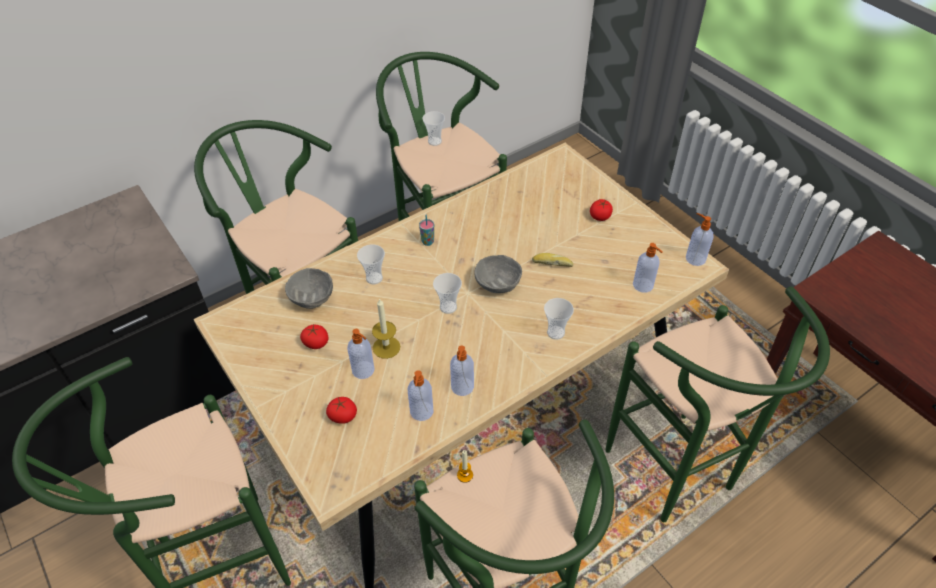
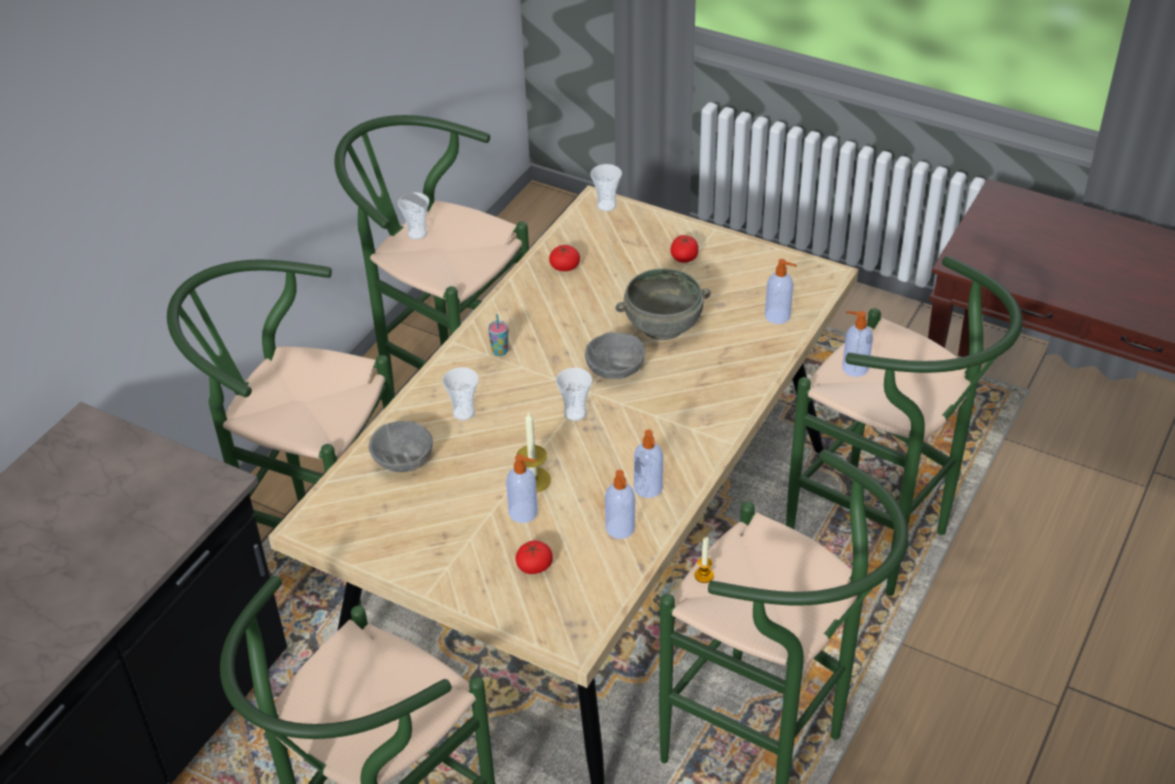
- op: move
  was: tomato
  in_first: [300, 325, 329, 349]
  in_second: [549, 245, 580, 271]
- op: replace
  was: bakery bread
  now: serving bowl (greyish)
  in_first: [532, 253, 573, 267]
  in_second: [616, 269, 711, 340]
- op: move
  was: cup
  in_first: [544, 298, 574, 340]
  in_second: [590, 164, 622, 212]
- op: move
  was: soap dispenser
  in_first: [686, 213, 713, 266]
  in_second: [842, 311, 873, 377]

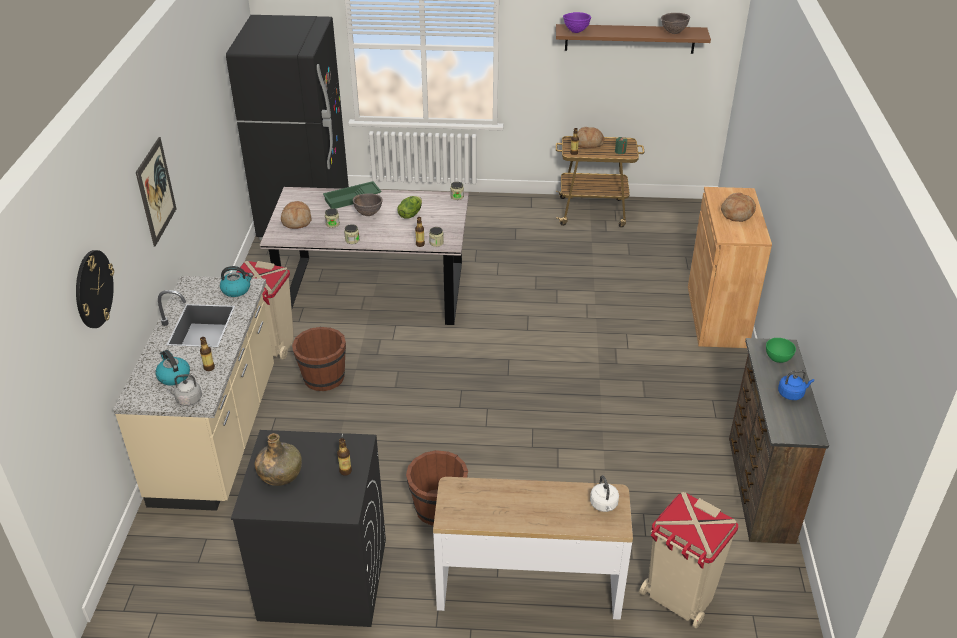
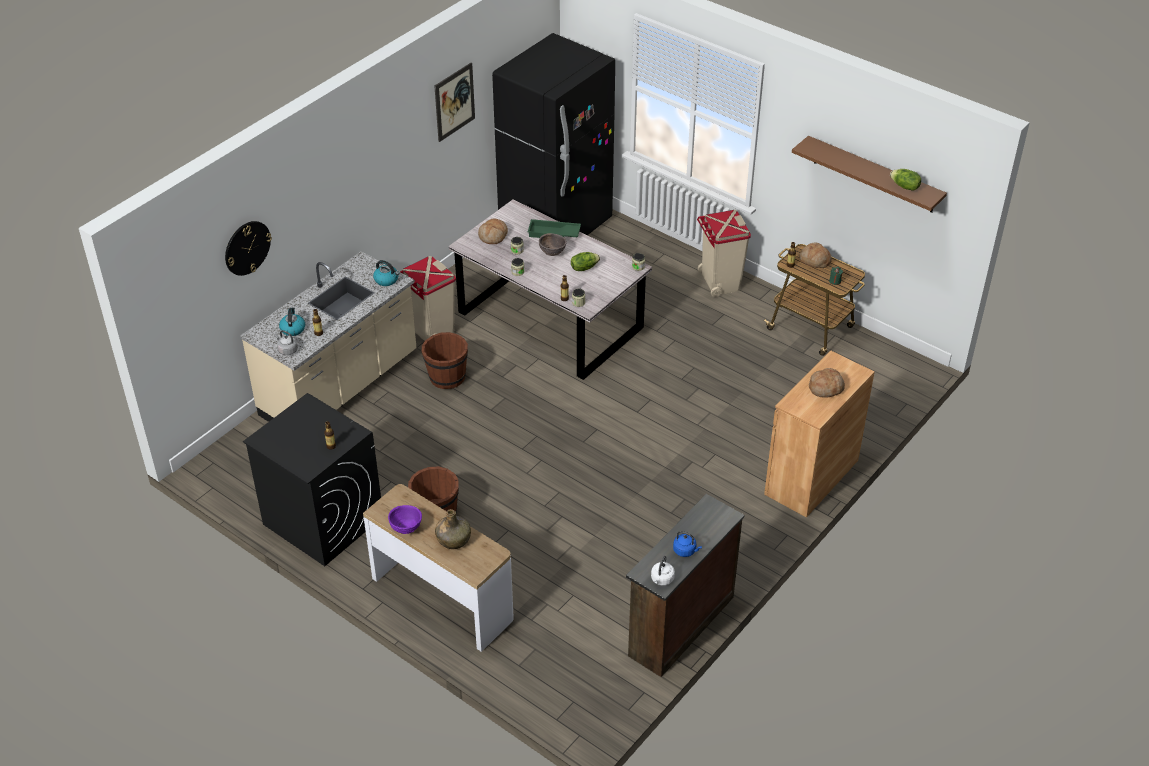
- op: move
  was: picture
  in_first: [136, 137, 177, 246]
  in_second: [434, 62, 475, 142]
- op: move
  was: beverage bottle (greenish)
  in_first: [255, 433, 302, 486]
  in_second: [435, 509, 471, 549]
- op: move
  was: serving bowl (purple-coloured)
  in_first: [563, 12, 591, 33]
  in_second: [388, 505, 422, 534]
- op: move
  was: tea kettle (whitish)
  in_first: [590, 475, 619, 512]
  in_second: [651, 556, 675, 586]
- op: move
  was: waste bin (sand-coloured)
  in_first: [639, 492, 738, 628]
  in_second: [697, 210, 751, 297]
- op: replace
  was: serving bowl (brown-coloured)
  now: lettuce
  in_first: [661, 13, 690, 34]
  in_second: [890, 169, 921, 191]
- op: delete
  was: serving bowl (greenish)
  in_first: [766, 338, 796, 363]

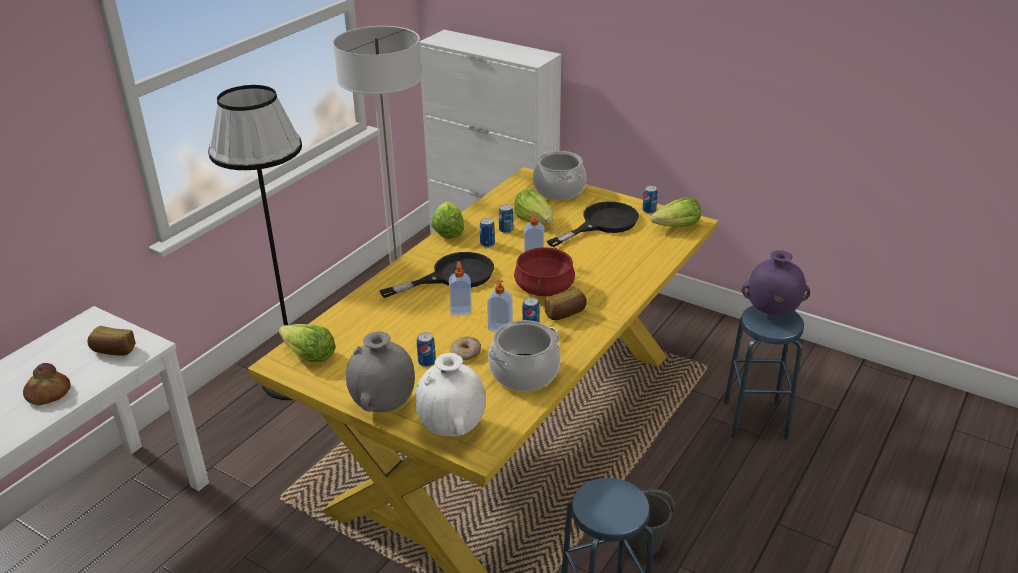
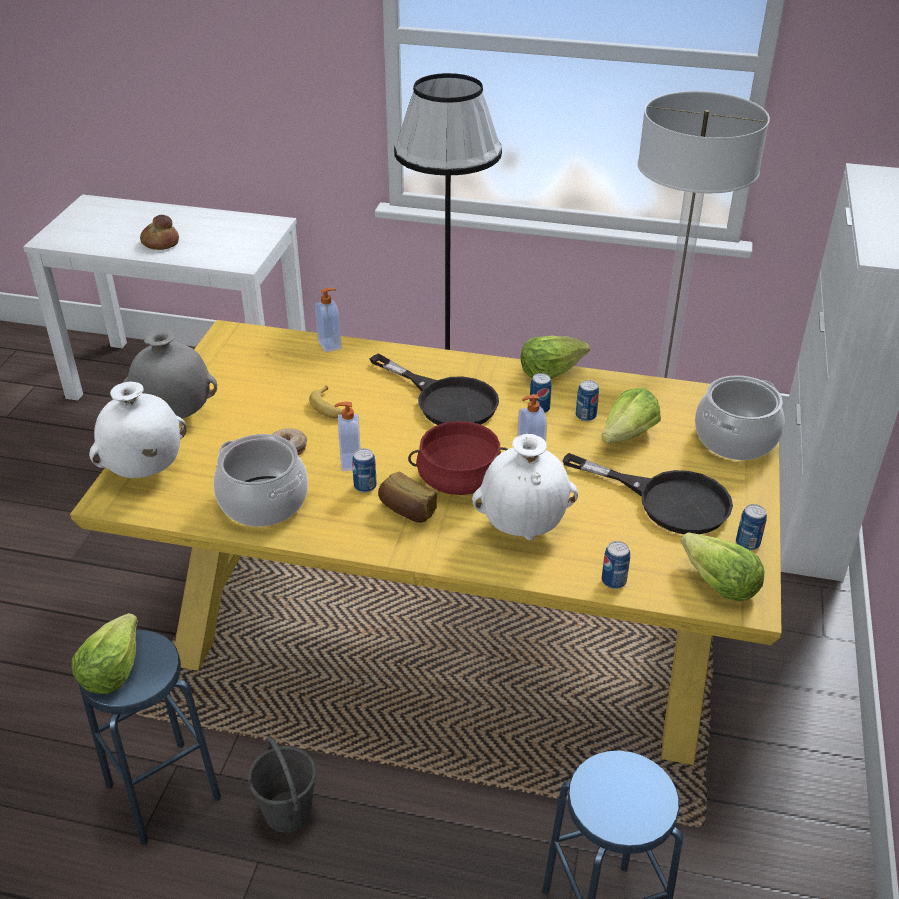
- op: delete
  was: bakery bread
  in_first: [87, 326, 136, 356]
- op: move
  was: lettuce
  in_first: [279, 324, 336, 362]
  in_second: [72, 613, 138, 694]
- op: move
  was: can
  in_first: [417, 332, 436, 367]
  in_second: [602, 541, 630, 589]
- op: move
  was: soap dispenser
  in_first: [449, 261, 472, 315]
  in_second: [315, 288, 342, 352]
- op: delete
  was: vase (purple-coloured)
  in_first: [742, 250, 810, 315]
- op: insert
  now: whole banana
  in_second: [309, 386, 342, 419]
- op: insert
  now: vase (whitish)
  in_second: [472, 434, 578, 540]

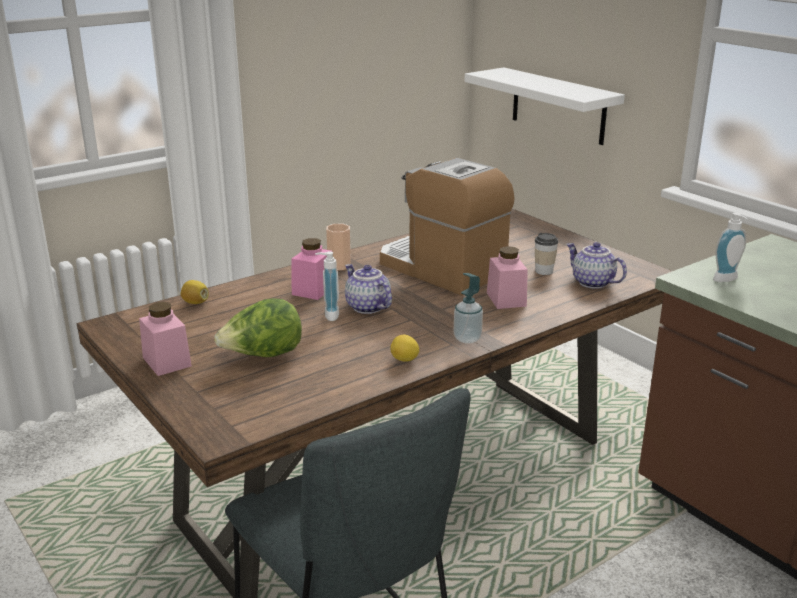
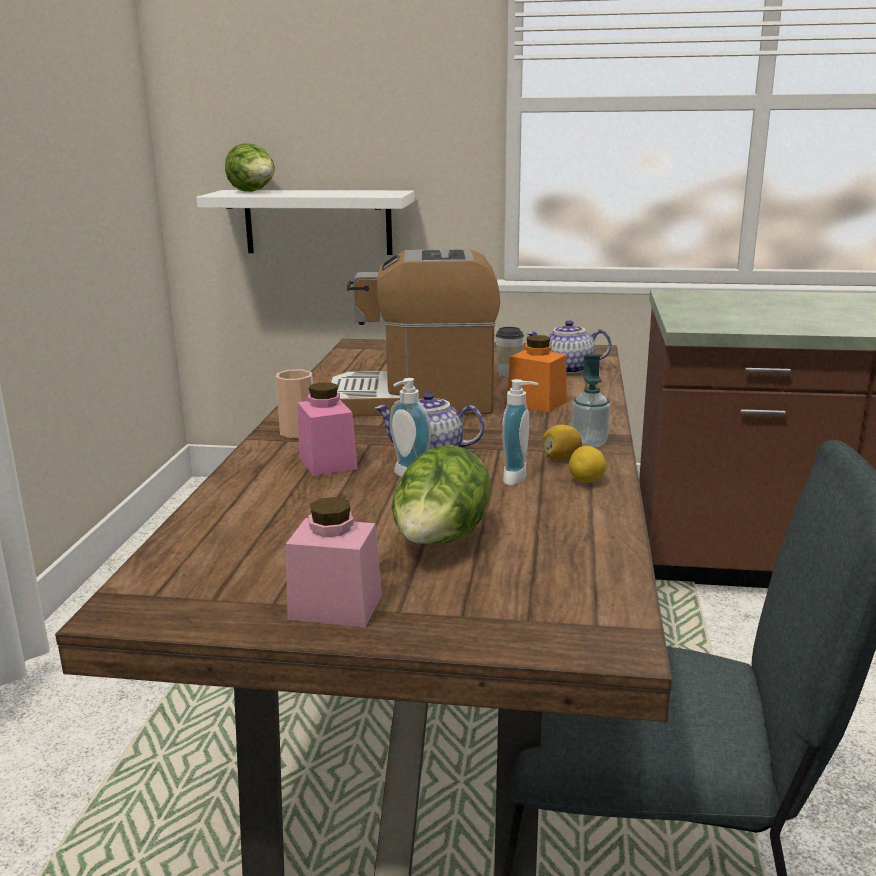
- op: move
  was: citrus fruit
  in_first: [181, 280, 208, 304]
  in_second: [543, 425, 582, 460]
- op: recolor
  was: jar (pinkish)
  now: jar (orange)
  in_first: [487, 246, 528, 309]
  in_second: [508, 335, 567, 413]
- op: move
  was: soap dispenser
  in_first: [713, 213, 748, 282]
  in_second: [502, 379, 538, 486]
- op: insert
  now: lettuce
  in_second: [225, 143, 275, 192]

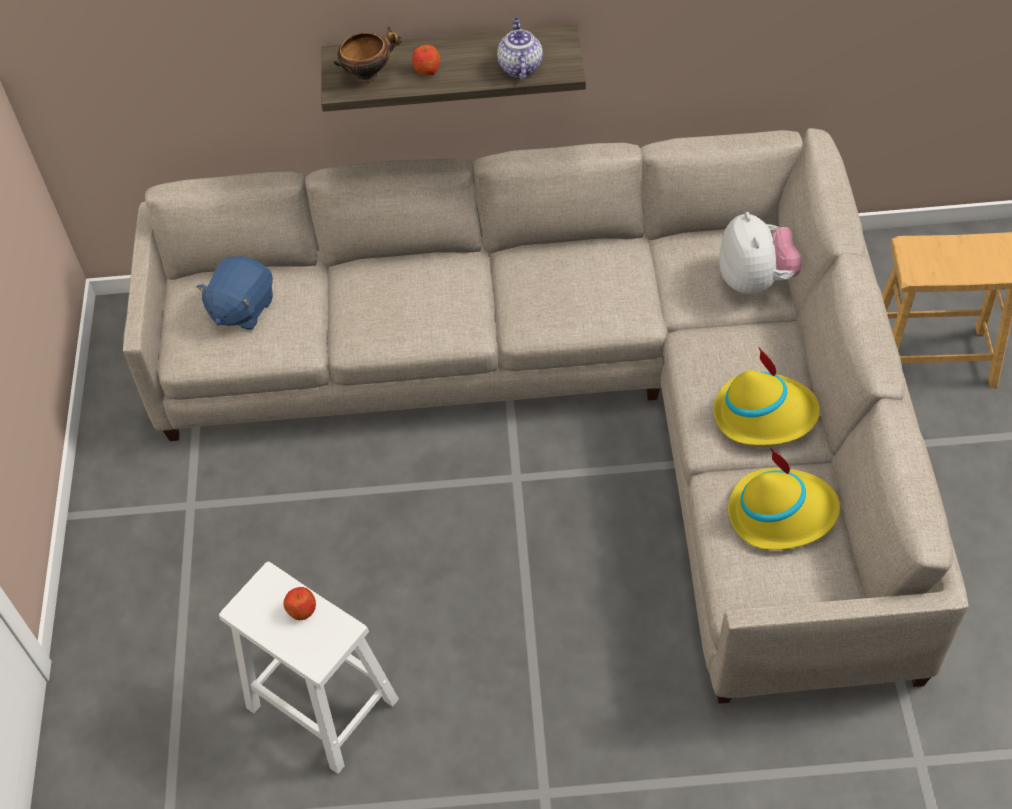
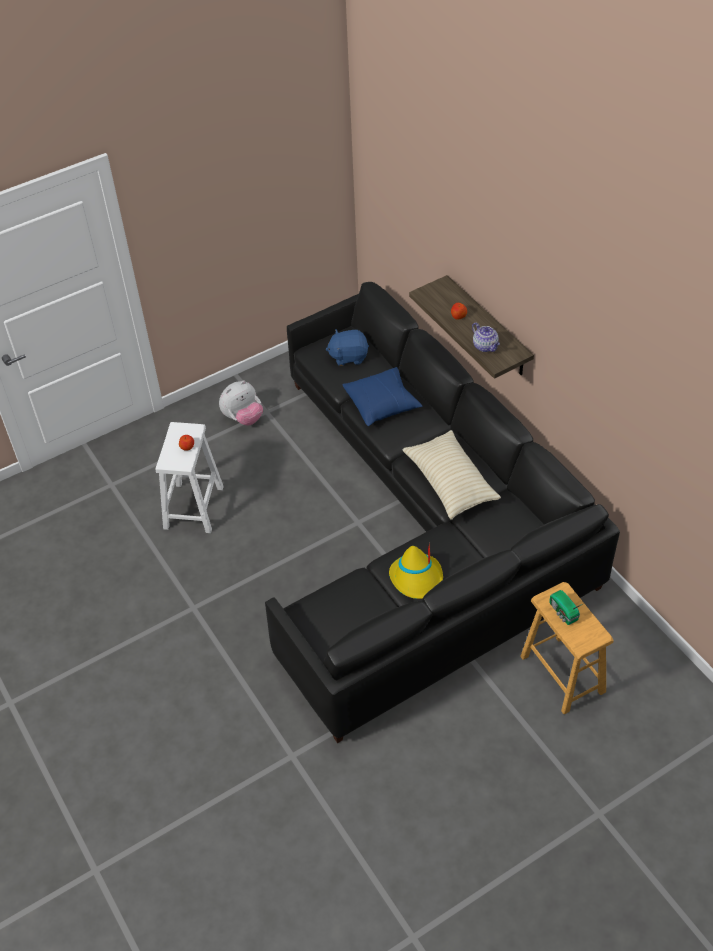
- op: recolor
  was: settee (sand-coloured)
  now: settee (blackish)
  in_first: [123, 128, 969, 704]
  in_second: [265, 282, 620, 743]
- op: delete
  was: serving bowl
  in_first: [334, 27, 402, 83]
- op: rotate
  was: tea pot
  in_first: [497, 18, 543, 80]
  in_second: [472, 322, 500, 352]
  clockwise: 90
- op: move
  was: cuddly toy
  in_first: [719, 212, 802, 294]
  in_second: [219, 380, 263, 425]
- op: delete
  was: wearable hat (yellow)
  in_first: [728, 447, 840, 550]
- op: insert
  now: throw pillow (blue-coloured)
  in_second: [343, 367, 422, 426]
- op: insert
  now: throw pillow (sand-coloured)
  in_second: [403, 430, 501, 520]
- op: insert
  now: radio set
  in_second: [549, 590, 583, 625]

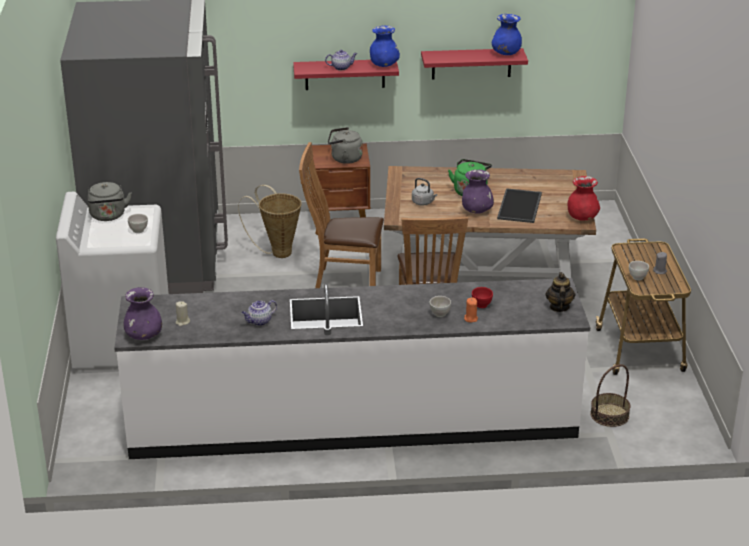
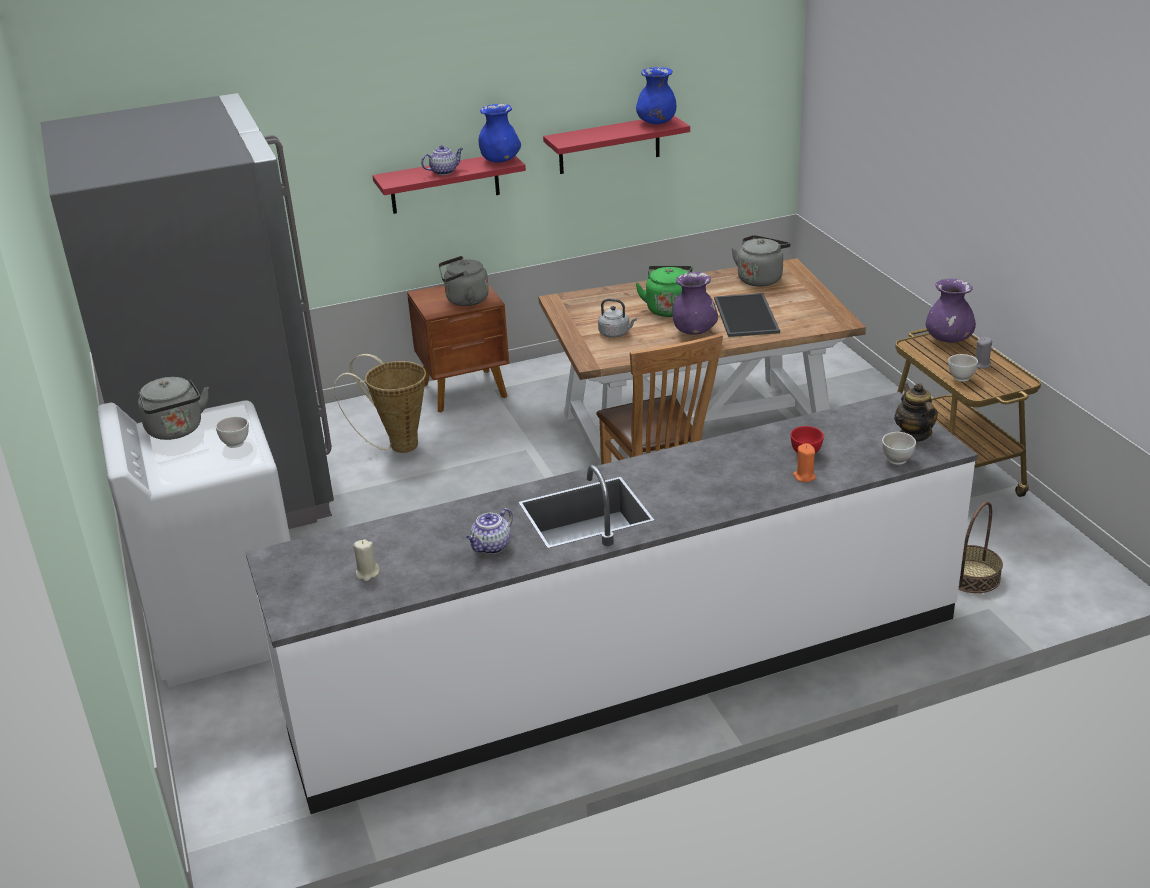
- op: move
  was: vase (purple-coloured)
  in_first: [124, 287, 162, 340]
  in_second: [926, 279, 976, 343]
- op: delete
  was: upright chair (brown-coloured)
  in_first: [299, 142, 384, 288]
- op: move
  was: serving bowl (whitish)
  in_first: [430, 296, 451, 317]
  in_second: [882, 432, 916, 465]
- op: delete
  was: vase (red-coloured)
  in_first: [568, 176, 600, 221]
- op: insert
  now: tea kettle (greyish)
  in_second: [731, 235, 791, 286]

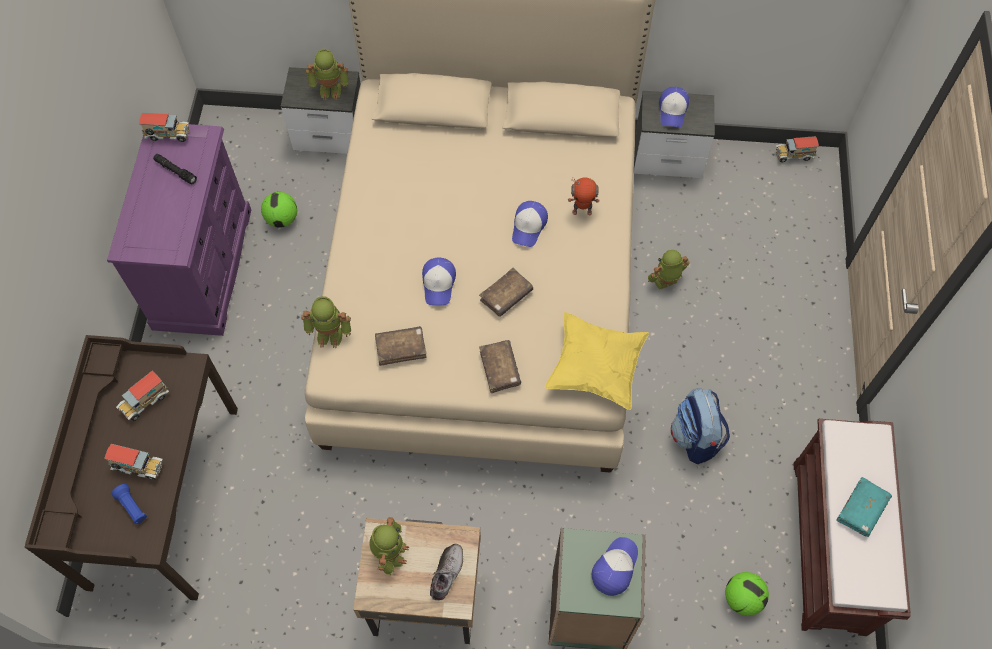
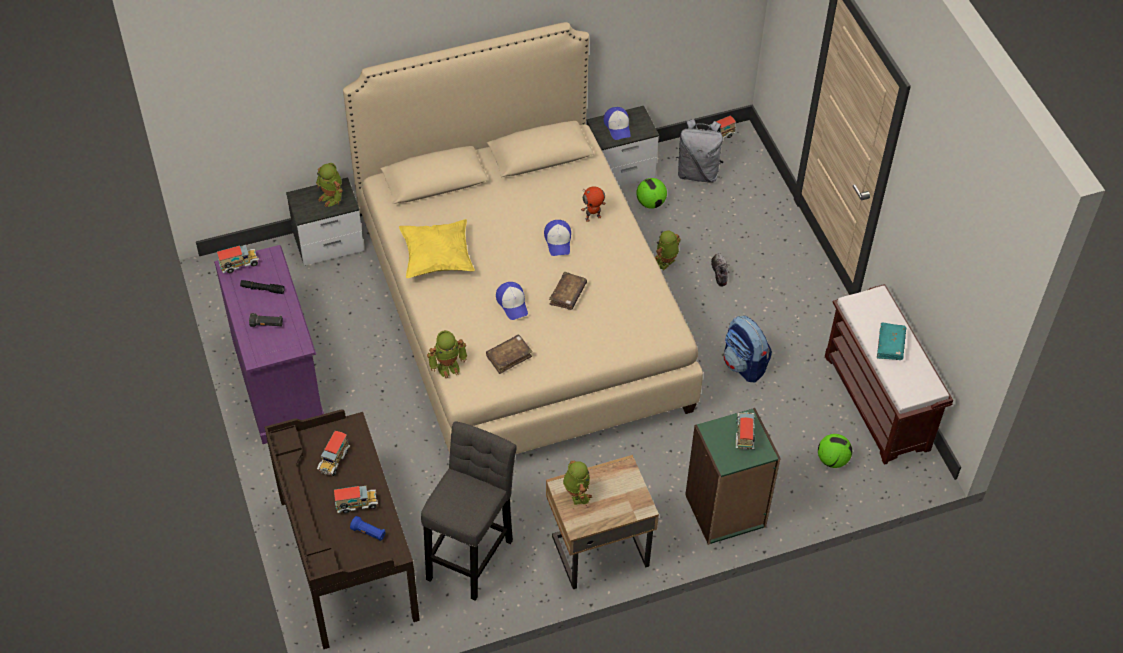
- op: move
  was: ball for football
  in_first: [261, 192, 297, 228]
  in_second: [636, 178, 667, 209]
- op: rotate
  was: toy robot
  in_first: [306, 49, 349, 100]
  in_second: [316, 163, 343, 207]
  clockwise: 75
- op: move
  was: item of footwear
  in_first: [430, 544, 463, 601]
  in_second: [711, 253, 729, 287]
- op: delete
  was: bound book (brown-coloured)
  in_first: [479, 340, 521, 393]
- op: move
  was: throw pillow (yellow)
  in_first: [545, 312, 649, 410]
  in_second: [399, 219, 475, 278]
- op: replace
  was: baseball cap
  now: toy lorry
  in_first: [592, 537, 638, 596]
  in_second: [736, 412, 755, 450]
- op: insert
  now: torch (blackish)
  in_second: [249, 313, 283, 327]
- op: insert
  now: stool (greyish)
  in_second: [421, 421, 517, 601]
- op: insert
  now: rucksack (greyish)
  in_second: [676, 119, 724, 183]

